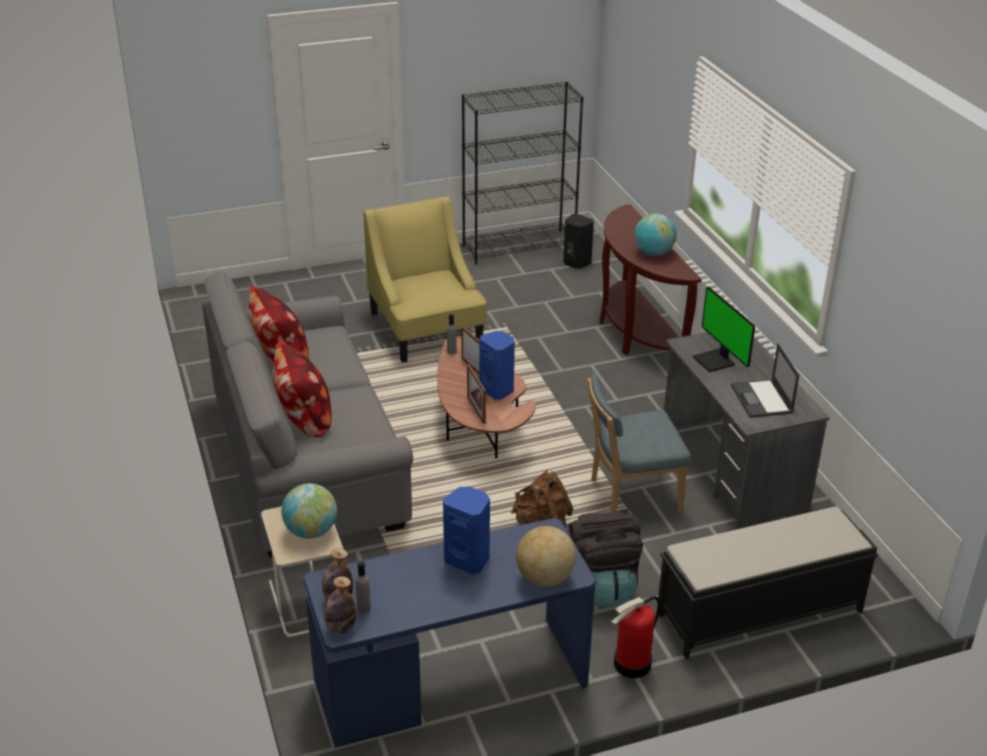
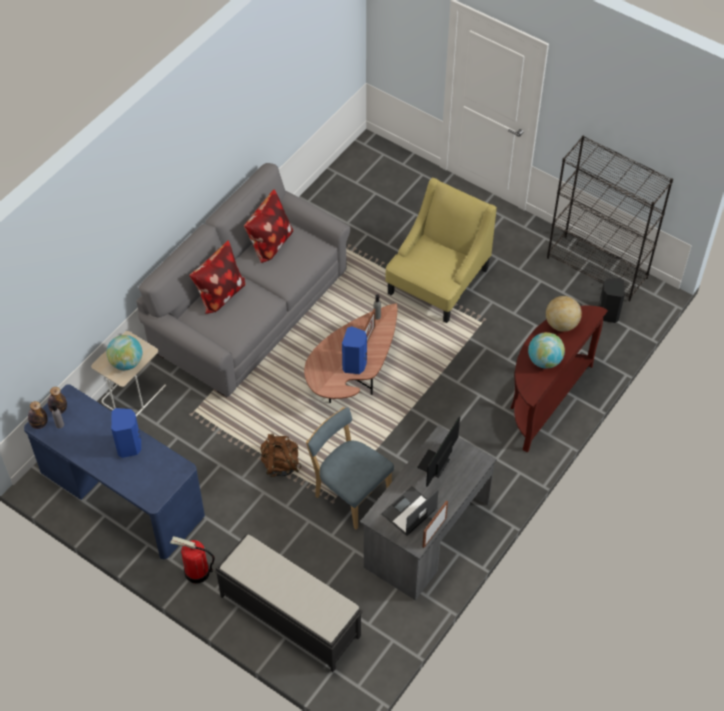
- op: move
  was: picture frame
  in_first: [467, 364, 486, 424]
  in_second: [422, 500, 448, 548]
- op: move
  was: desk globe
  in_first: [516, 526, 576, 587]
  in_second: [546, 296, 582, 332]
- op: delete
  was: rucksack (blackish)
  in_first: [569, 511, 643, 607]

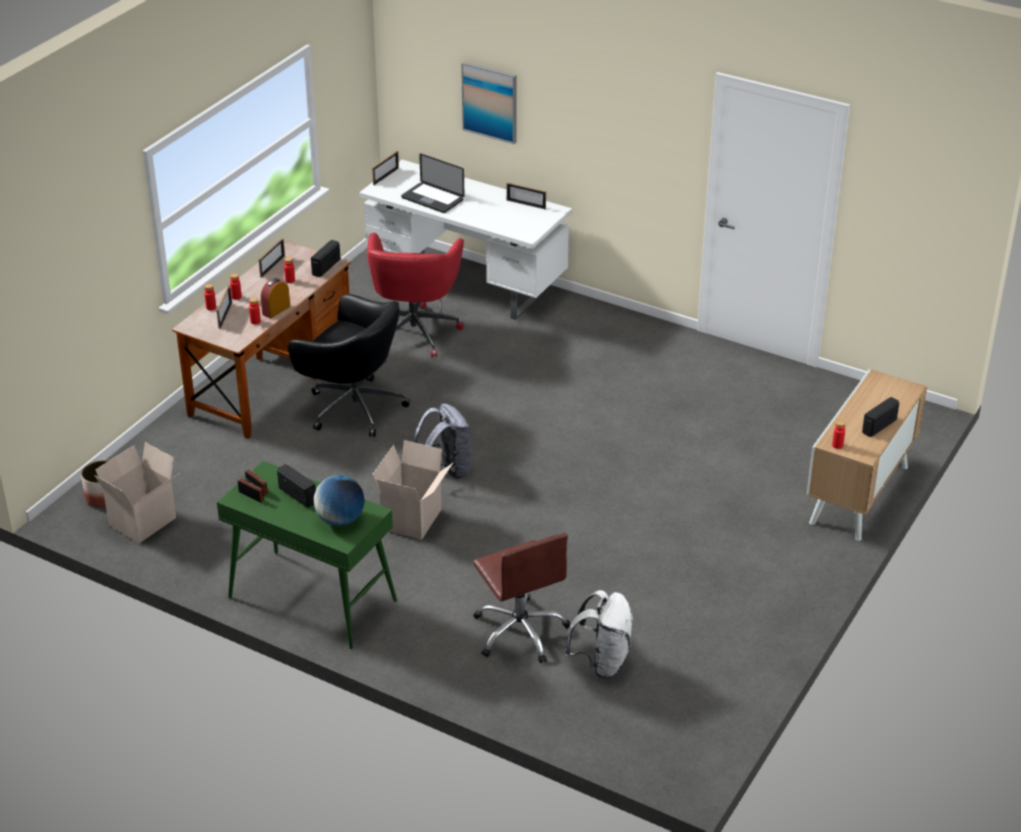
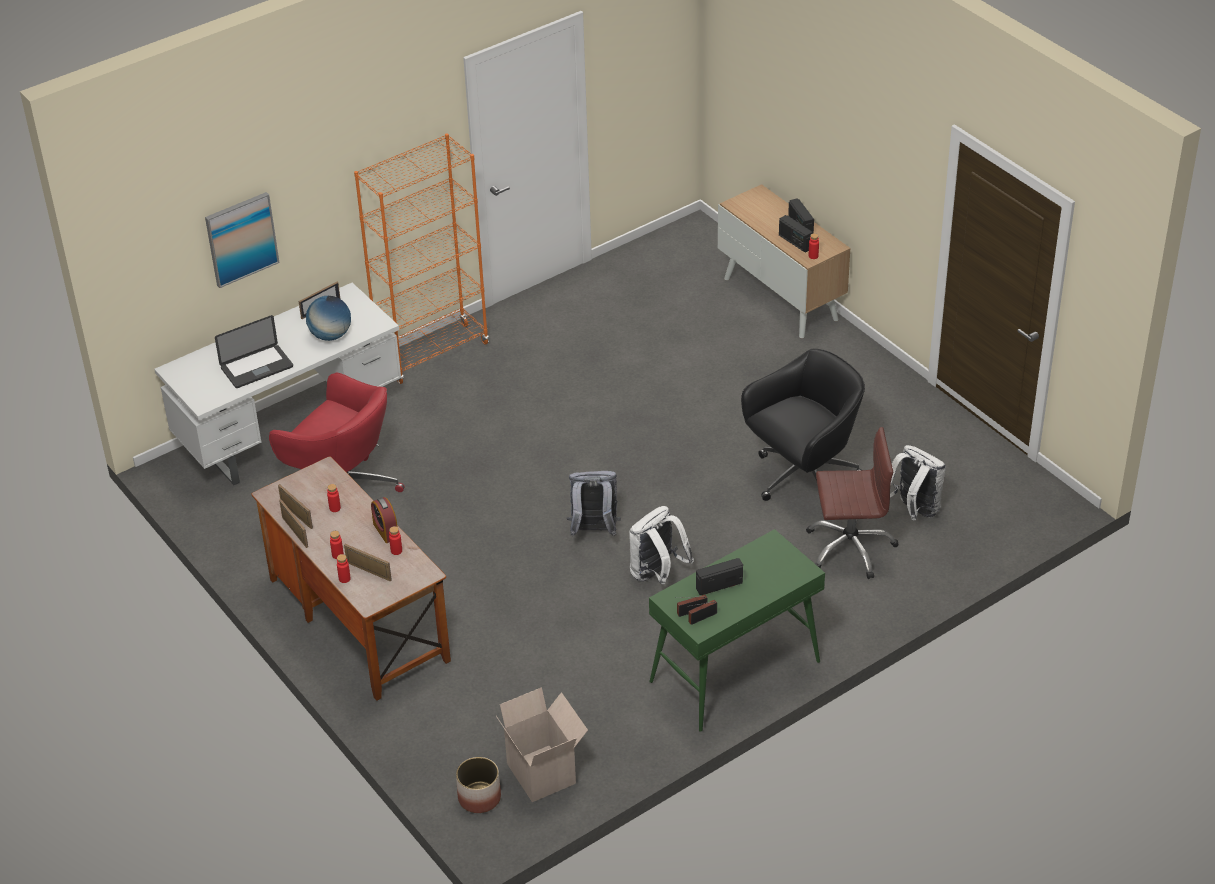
- op: move
  was: desk chair (blackish)
  in_first: [288, 294, 410, 437]
  in_second: [741, 348, 865, 501]
- op: move
  was: radio set
  in_first: [311, 240, 340, 277]
  in_second: [779, 215, 813, 253]
- op: move
  was: desk globe
  in_first: [313, 475, 365, 526]
  in_second: [306, 296, 351, 341]
- op: move
  was: picture frame
  in_first: [372, 151, 399, 185]
  in_second: [279, 499, 308, 548]
- op: replace
  was: cardboard box
  now: rucksack (whitish)
  in_first: [372, 440, 453, 540]
  in_second: [629, 506, 694, 584]
- op: insert
  now: shelving unit (orange)
  in_second: [354, 133, 489, 384]

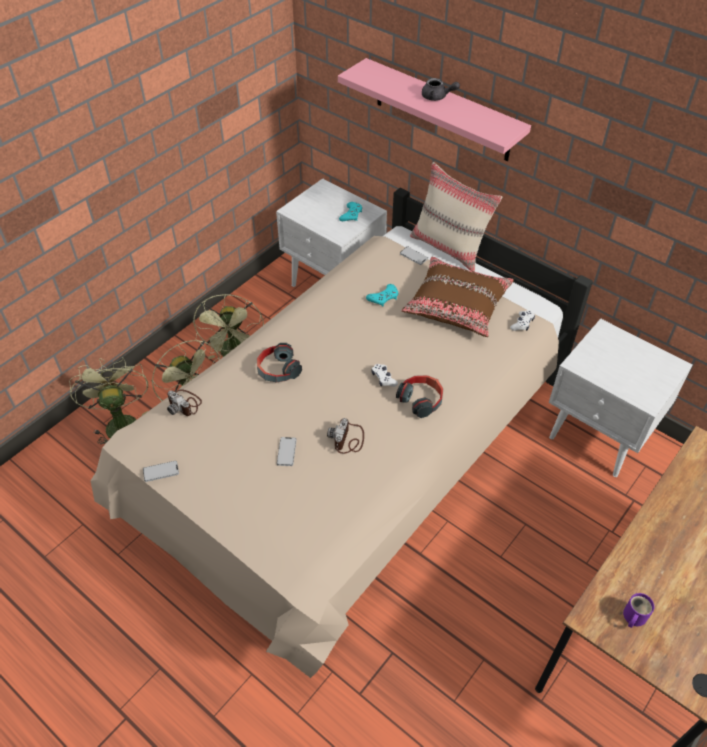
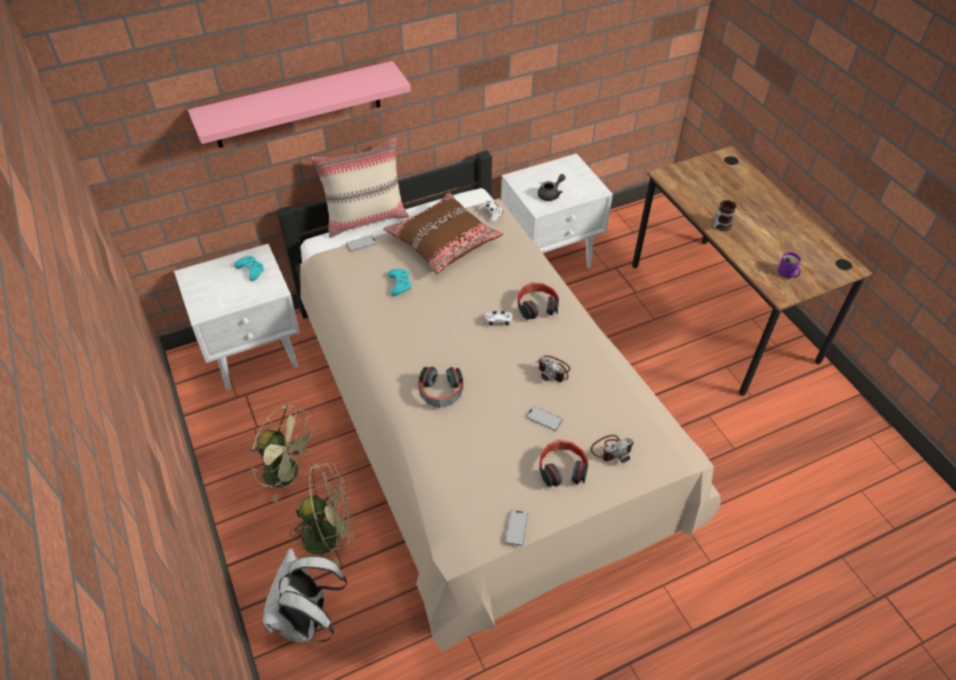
- op: replace
  was: fan (greenish)
  now: rucksack (whitish)
  in_first: [69, 357, 148, 444]
  in_second: [263, 548, 347, 642]
- op: move
  was: still camera
  in_first: [167, 389, 202, 416]
  in_second: [590, 435, 634, 463]
- op: move
  was: tea pot (greyish)
  in_first: [422, 78, 460, 101]
  in_second: [538, 174, 566, 201]
- op: insert
  now: pair of headphones
  in_second: [539, 439, 588, 487]
- op: insert
  now: coffee mug
  in_second: [712, 200, 737, 231]

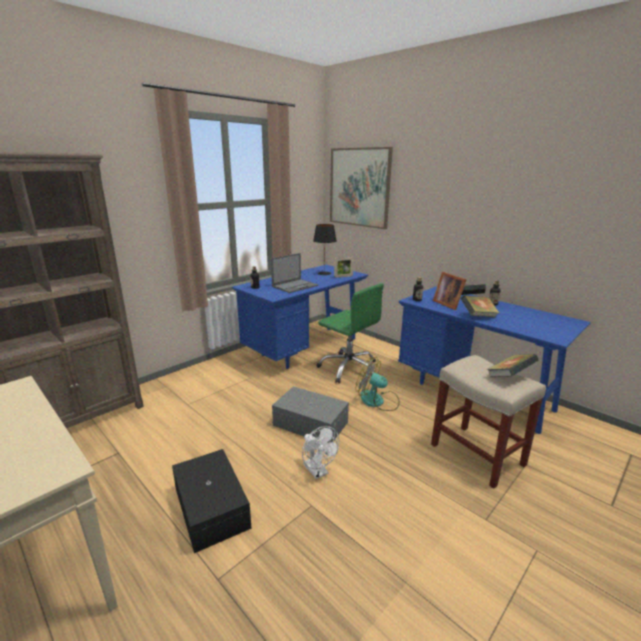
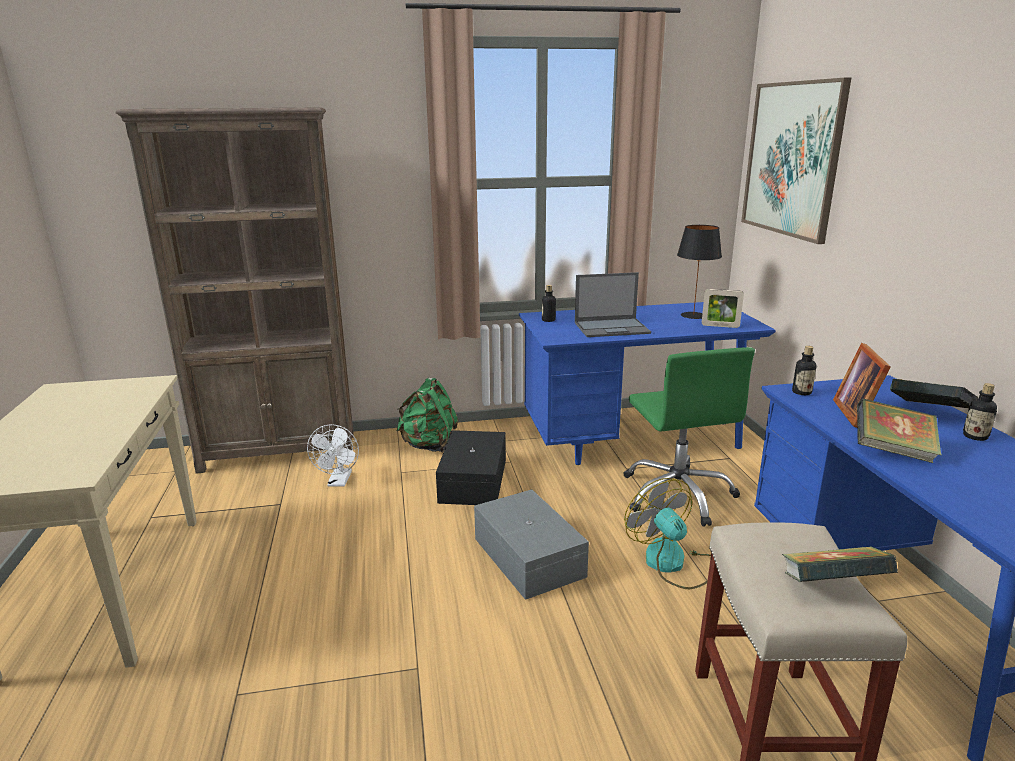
- op: move
  was: storage bin (blackish)
  in_first: [172, 449, 251, 553]
  in_second: [436, 430, 506, 505]
- op: move
  was: fan (whitish)
  in_first: [302, 426, 339, 479]
  in_second: [307, 424, 359, 487]
- op: insert
  now: rucksack (greenish)
  in_second: [397, 378, 458, 452]

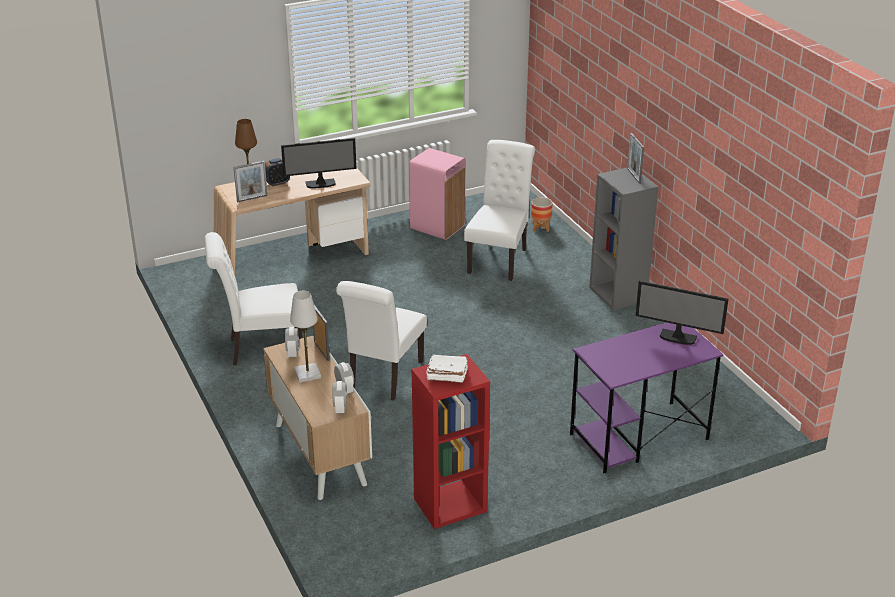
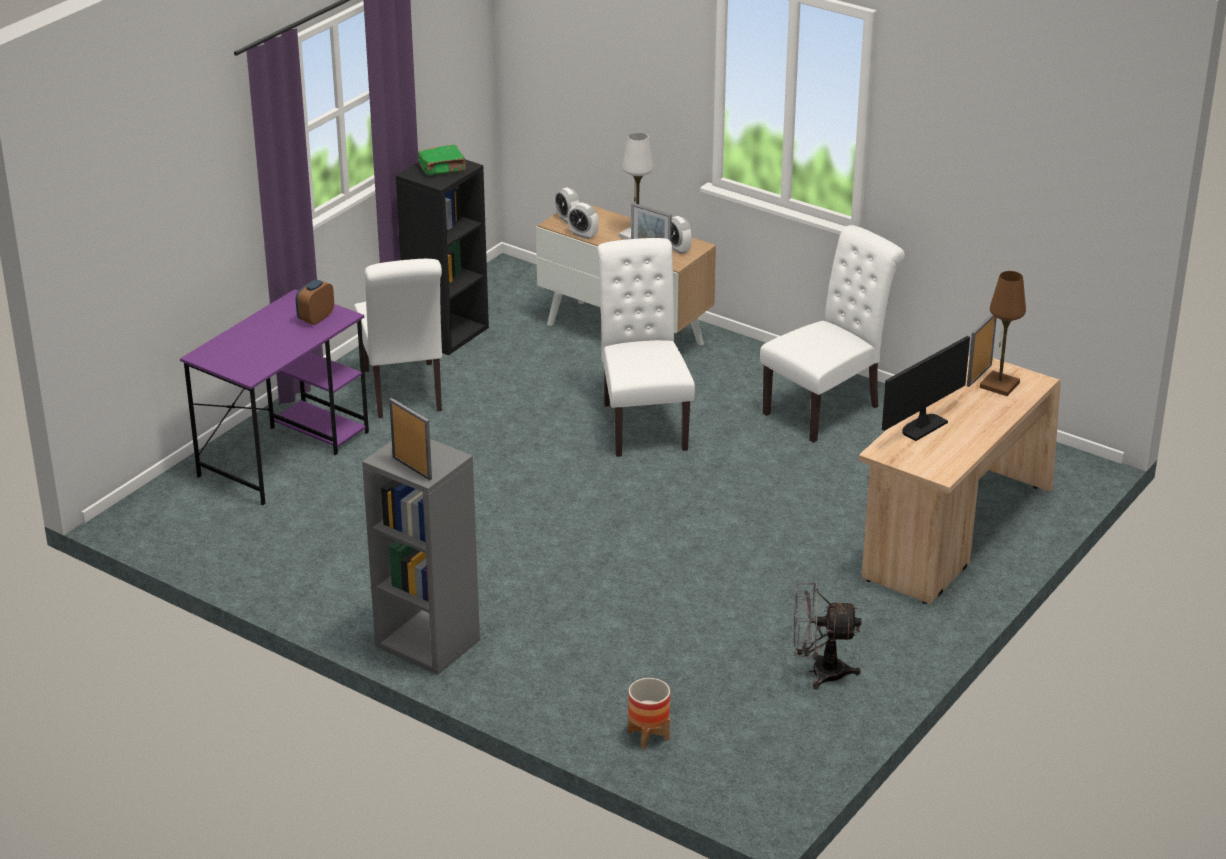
- op: move
  was: alarm clock
  in_first: [265, 158, 290, 186]
  in_second: [296, 279, 334, 325]
- op: replace
  was: waste bin (pinkish)
  now: fan (greyish)
  in_first: [409, 148, 466, 240]
  in_second: [794, 581, 861, 690]
- op: recolor
  was: shelving unit (red-coloured)
  now: shelving unit (blackish)
  in_first: [412, 354, 490, 529]
  in_second: [396, 159, 489, 355]
- op: recolor
  was: bound book (whitish)
  now: bound book (greenish)
  in_first: [426, 354, 468, 383]
  in_second: [418, 144, 466, 175]
- op: move
  was: upright chair (whitish)
  in_first: [464, 140, 535, 281]
  in_second: [354, 259, 442, 418]
- op: delete
  was: monitor
  in_first: [635, 280, 729, 345]

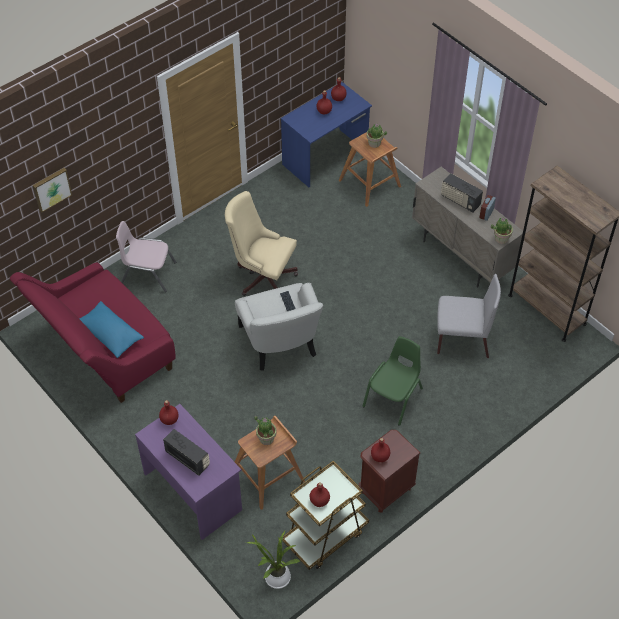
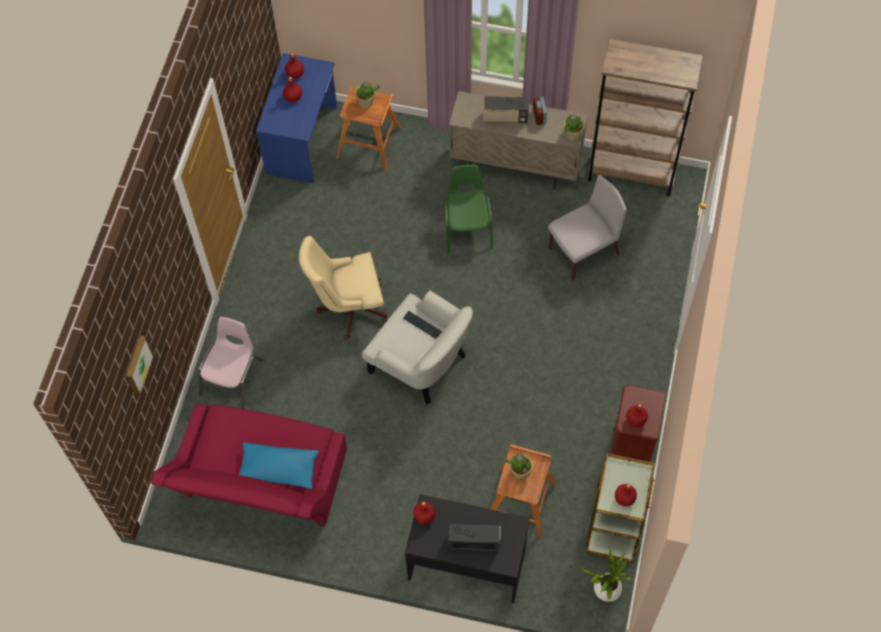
- op: rotate
  was: upright chair (pinkish)
  in_first: [116, 221, 176, 292]
  in_second: [199, 317, 263, 409]
  clockwise: 135
- op: recolor
  was: desk unit (purple-coloured)
  now: desk unit (blackish)
  in_first: [135, 404, 242, 540]
  in_second: [405, 494, 530, 603]
- op: move
  was: upright chair (greenish)
  in_first: [362, 336, 423, 426]
  in_second: [444, 165, 493, 253]

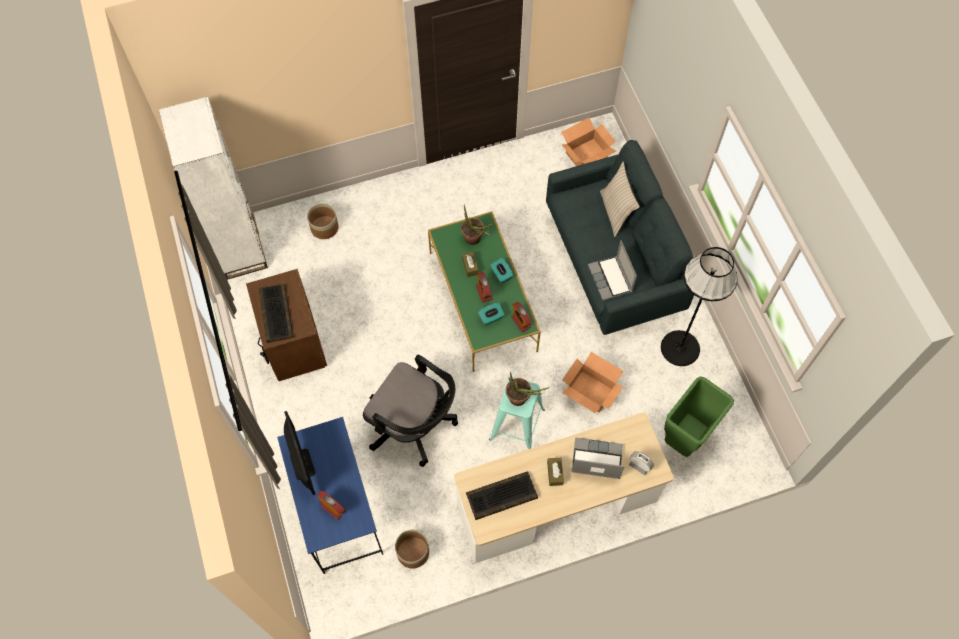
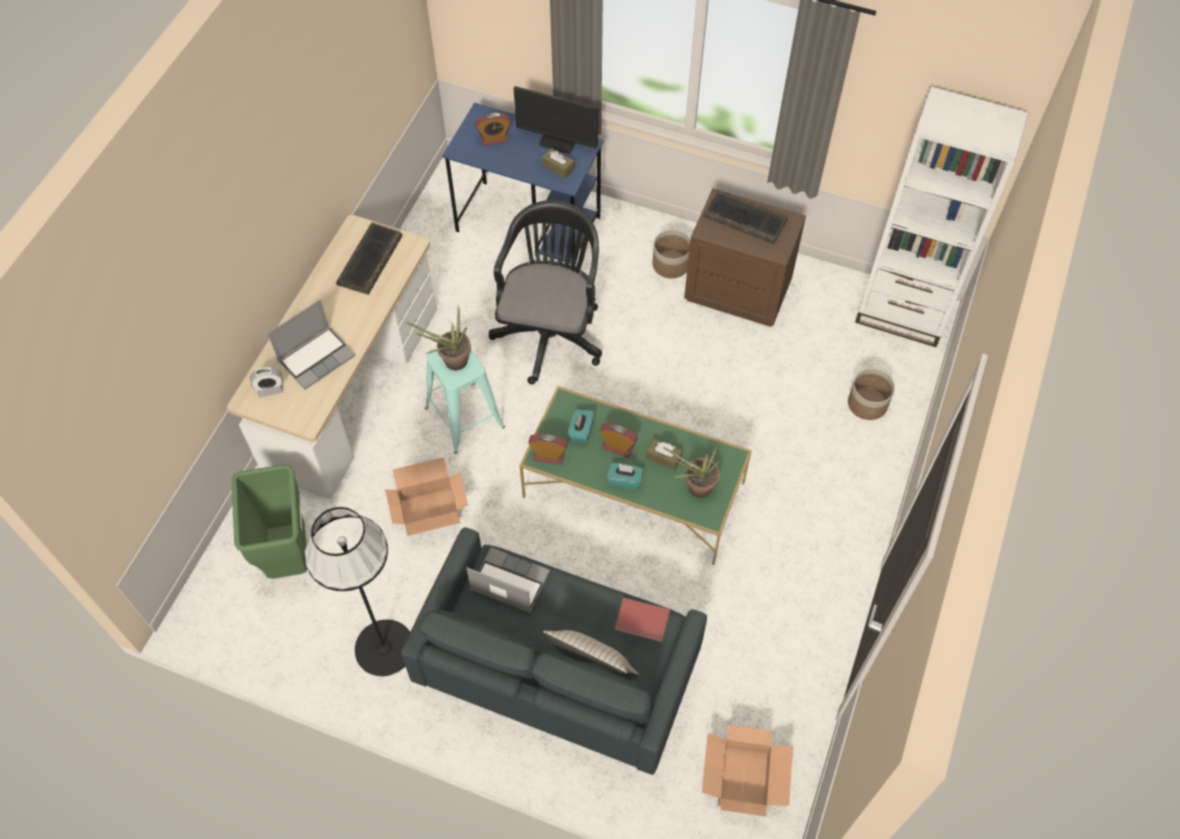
- op: rotate
  was: desk chair (blackish)
  in_first: [363, 355, 458, 467]
  in_second: [488, 200, 602, 384]
  clockwise: 120
- op: move
  was: planter
  in_first: [395, 530, 429, 569]
  in_second: [652, 230, 690, 278]
- op: move
  was: tissue holder (brown-coloured)
  in_first: [547, 458, 564, 486]
  in_second: [542, 148, 575, 179]
- op: insert
  now: bound book (red-coloured)
  in_second: [615, 597, 670, 642]

